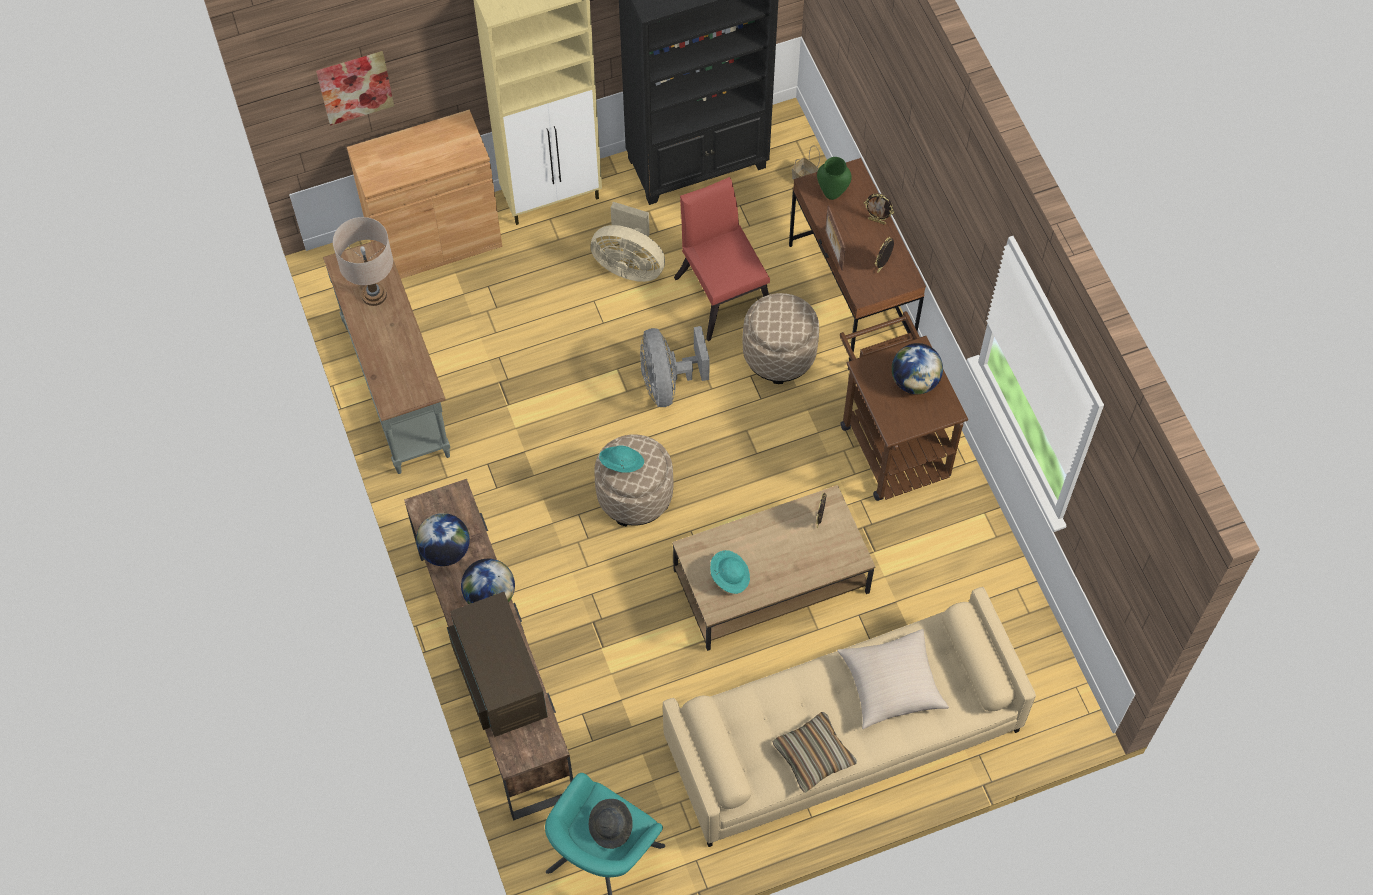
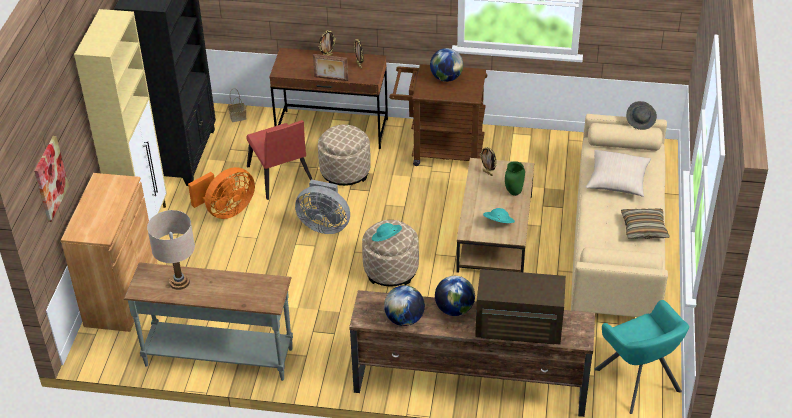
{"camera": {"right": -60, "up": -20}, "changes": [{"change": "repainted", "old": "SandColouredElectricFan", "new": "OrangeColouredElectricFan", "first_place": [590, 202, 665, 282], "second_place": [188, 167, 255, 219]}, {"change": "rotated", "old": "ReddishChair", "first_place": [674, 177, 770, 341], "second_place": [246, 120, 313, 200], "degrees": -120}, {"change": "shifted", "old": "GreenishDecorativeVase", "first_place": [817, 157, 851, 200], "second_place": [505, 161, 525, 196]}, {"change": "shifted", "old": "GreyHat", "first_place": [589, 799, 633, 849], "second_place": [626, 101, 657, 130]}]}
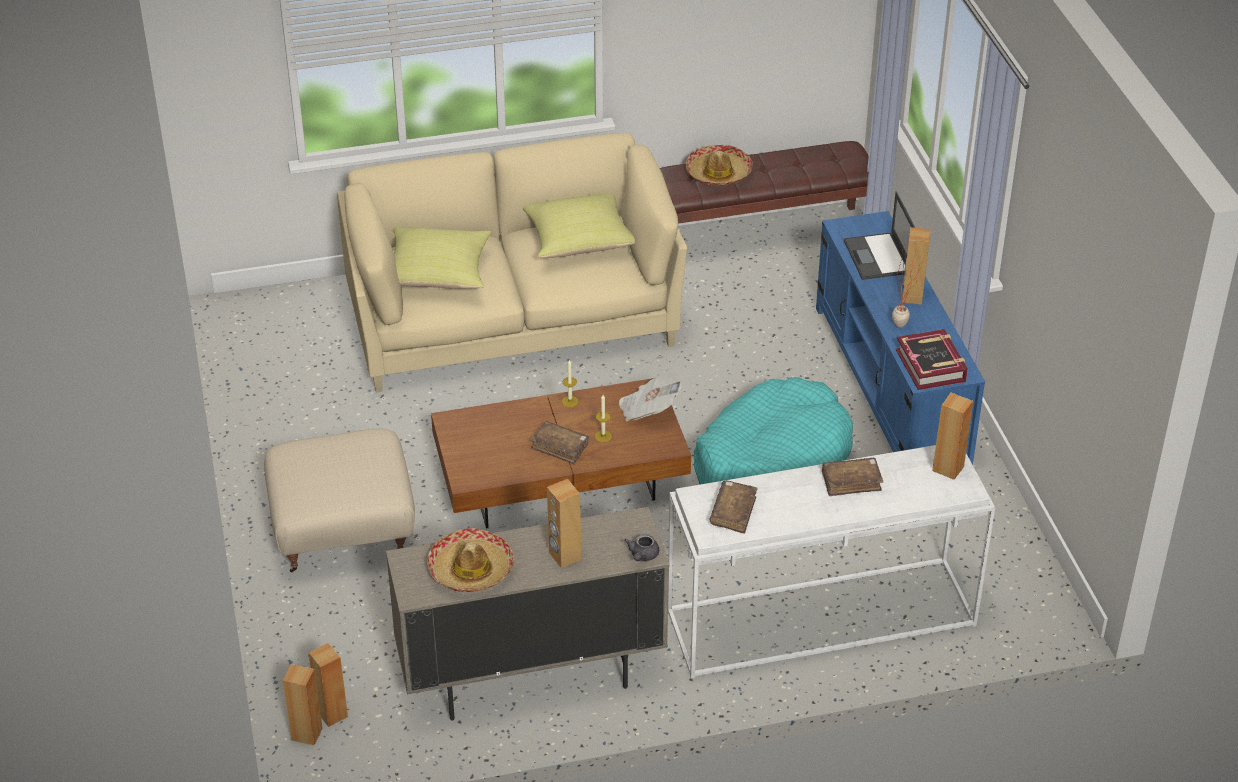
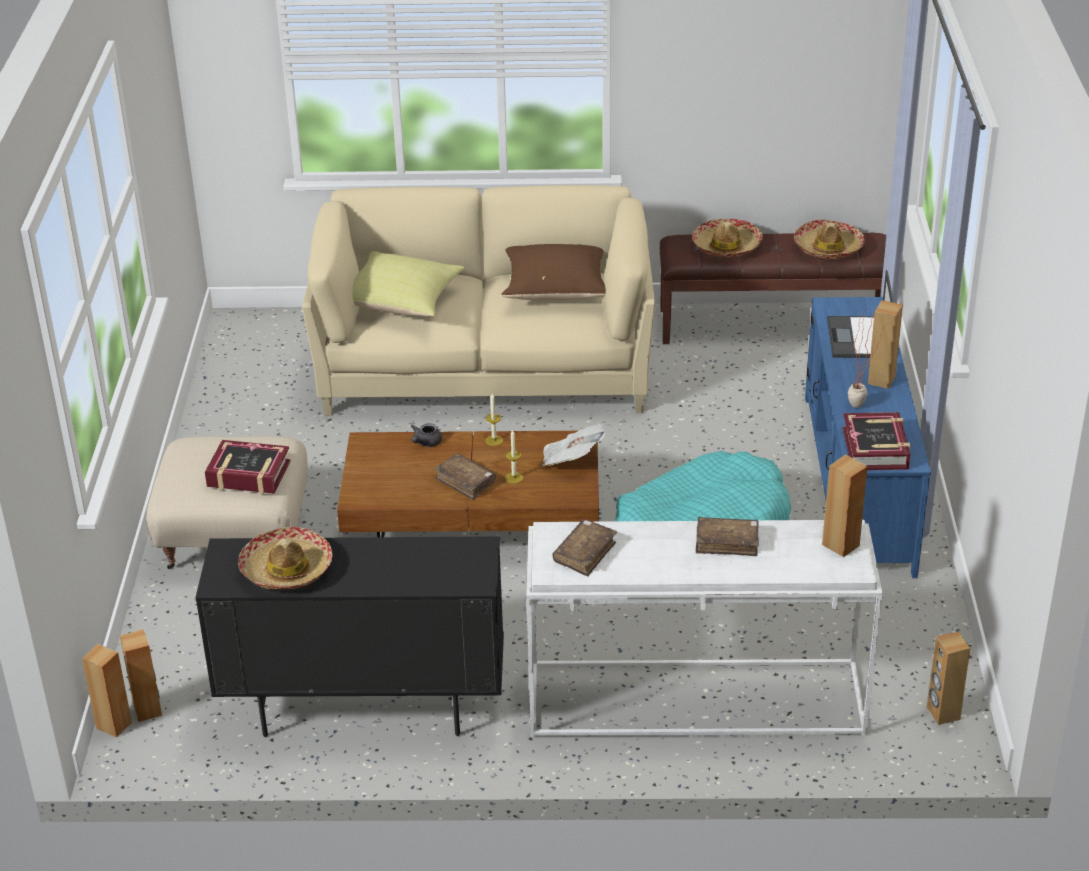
{"camera": {"right": 15, "up": -5}, "changes": [{"change": "repainted", "old": "SandColouredStorageCabinet", "new": "BlackishStorageCabinet", "first_place": [386, 507, 670, 720], "second_place": [195, 536, 504, 737]}, {"change": "new", "new": "Book", "second_place": [205, 440, 290, 494]}, {"change": "shifted", "old": "GreyPotForTea", "first_place": [624, 534, 659, 561], "second_place": [411, 423, 442, 447]}, {"change": "repainted", "old": "YellowColouredPillow", "new": "BrownColouredPillow", "first_place": [523, 194, 635, 258], "second_place": [501, 244, 606, 300]}, {"change": "new", "new": "Hat", "second_place": [794, 220, 865, 259]}, {"change": "shifted", "old": "BrownColouredLoudspeaker", "first_place": [547, 479, 582, 568], "second_place": [927, 632, 970, 725]}]}
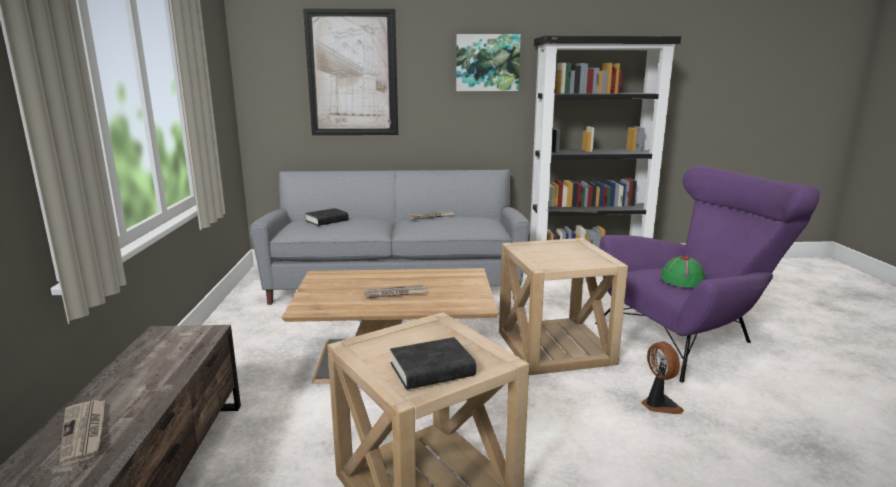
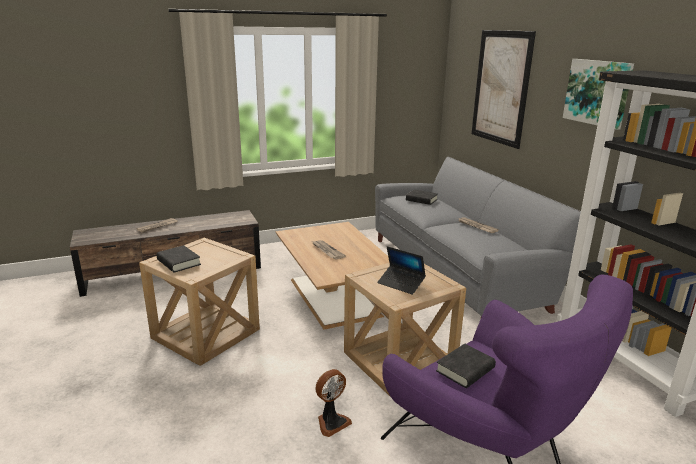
{"camera": {"right": 70, "up": 5}, "changes": [{"change": "new", "new": "PortableComputer", "second_place": [377, 246, 426, 295]}, {"change": "swapped", "old": "GreenishHat", "new": "BlackishBook", "first_place": [661, 256, 705, 288], "second_place": [436, 343, 496, 388]}]}
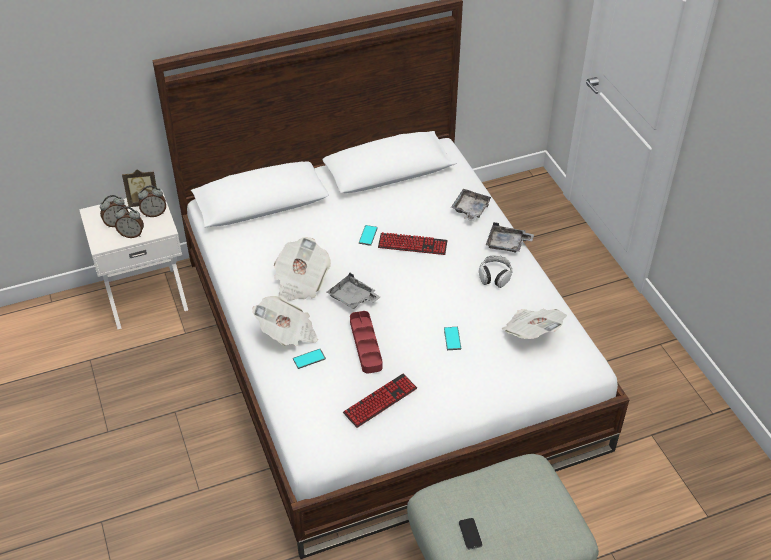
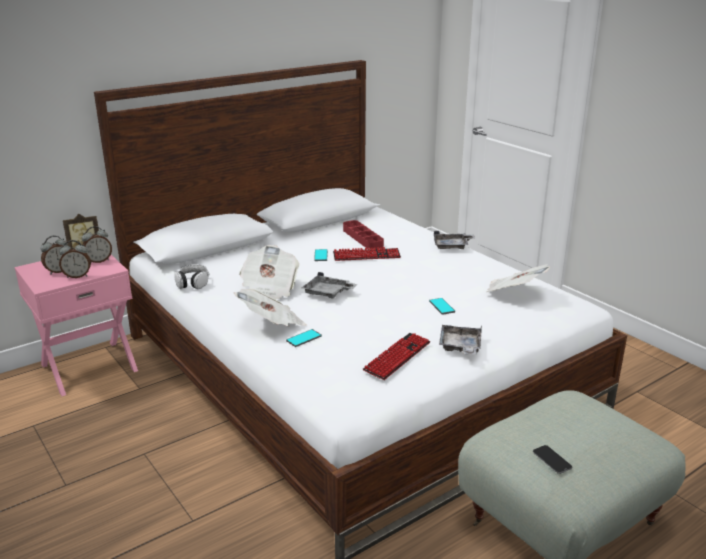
{"camera": {"right": -15, "up": -20}, "changes": [{"change": "repainted", "old": "WhiteBedsideTable", "new": "PinkishBedsideTable", "first_place": [79, 191, 188, 329], "second_place": [14, 255, 138, 396]}, {"change": "shifted", "old": "Headset", "first_place": [479, 255, 512, 288], "second_place": [174, 264, 209, 289]}, {"change": "shifted", "old": "ReddishTray", "first_place": [350, 311, 382, 373], "second_place": [343, 220, 384, 249]}, {"change": "shifted", "old": "GreyTray", "first_place": [451, 189, 491, 221], "second_place": [439, 325, 482, 355]}]}
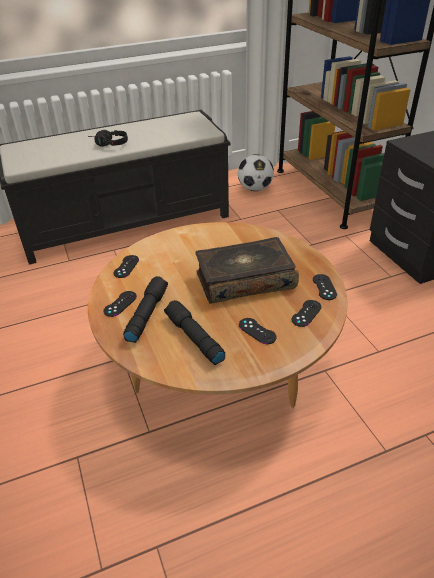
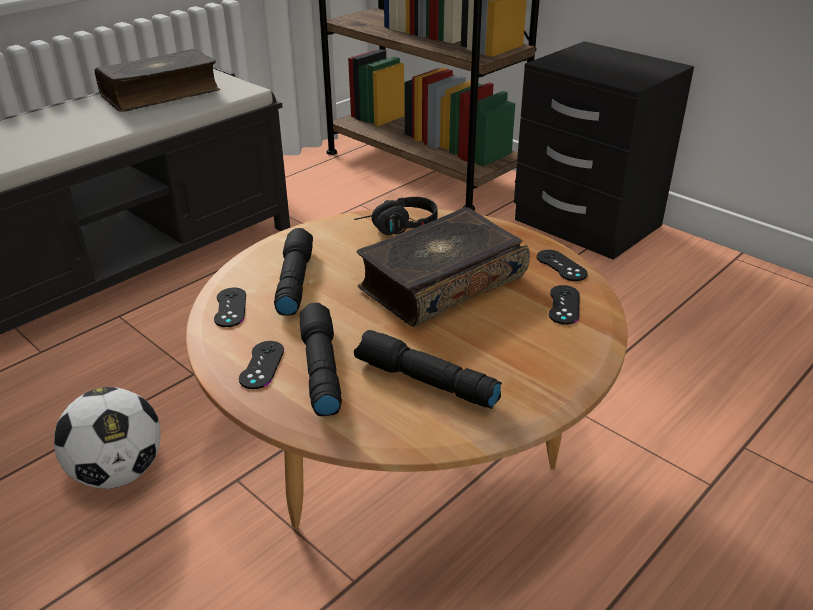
{"camera": {"right": -25, "up": -5}, "changes": [{"change": "shifted", "old": "FootballBall", "first_place": [238, 154, 274, 191], "second_place": [54, 387, 160, 489]}, {"change": "new", "new": "Book", "second_place": [95, 49, 220, 112]}, {"change": "new", "new": "BlackishFlashlight", "second_place": [274, 228, 313, 315]}, {"change": "shifted", "old": "BlackishHeadset", "first_place": [88, 130, 128, 147], "second_place": [354, 197, 438, 235]}, {"change": "gone", "old": "BlackishJoypad", "first_place": [239, 318, 277, 344]}]}
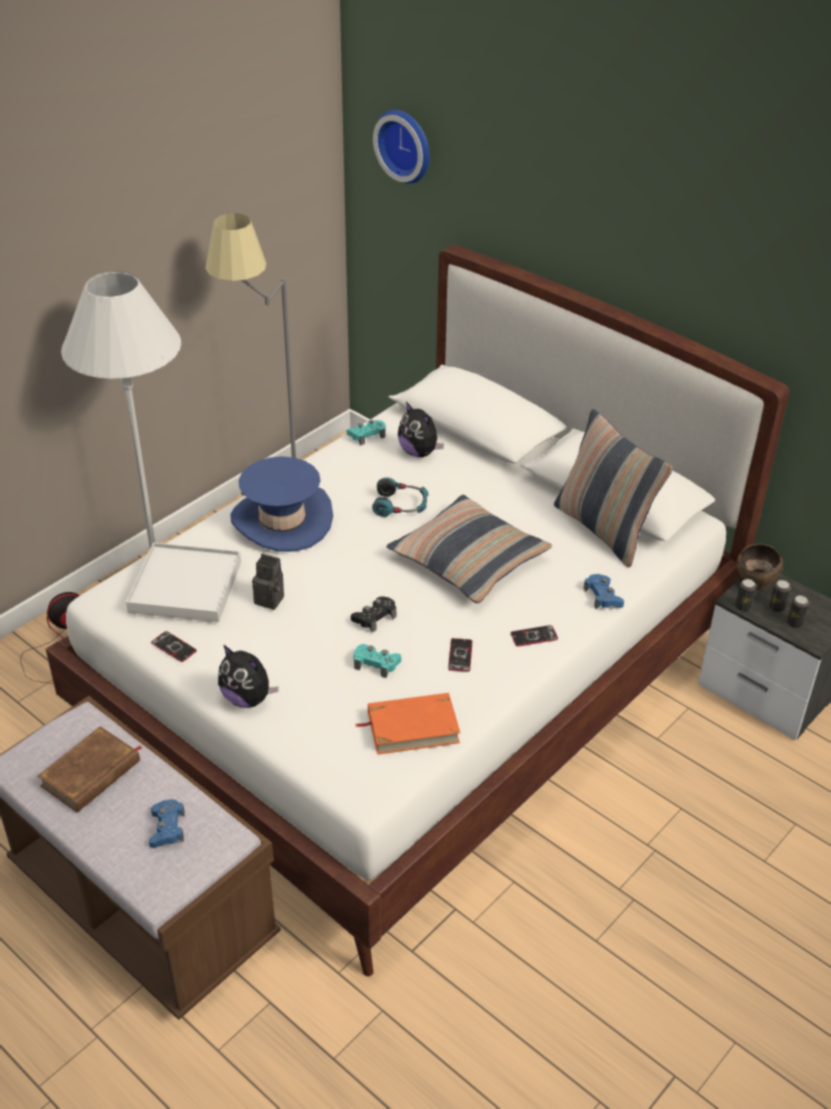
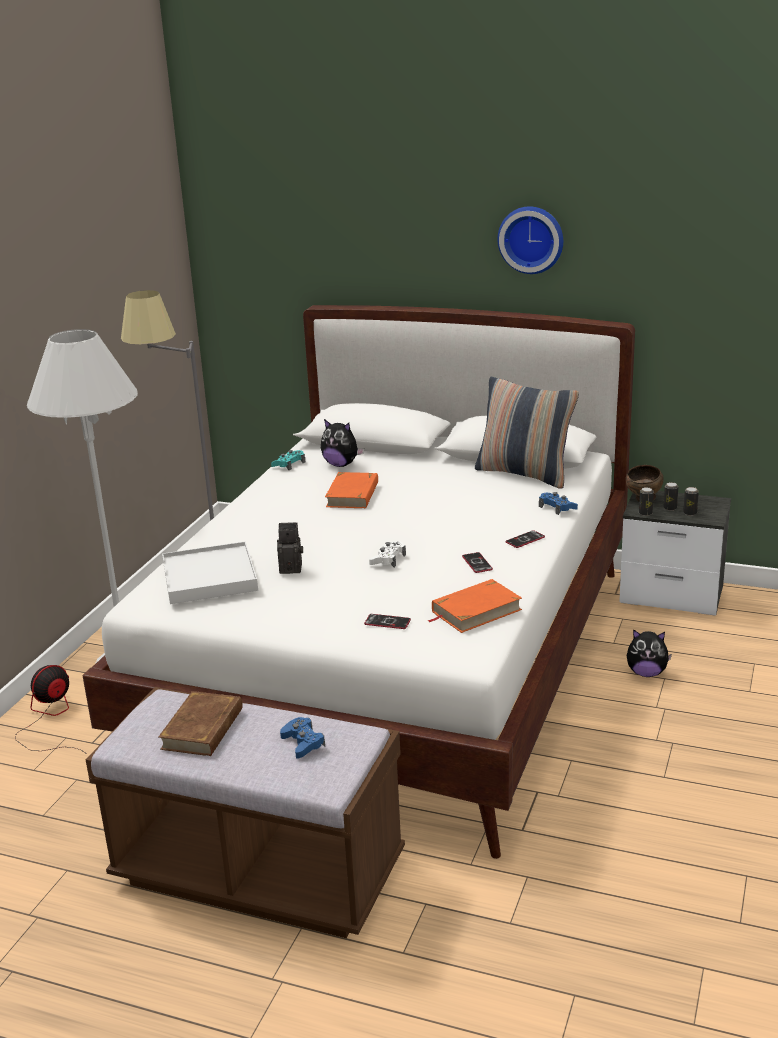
{"camera": {"right": -20, "up": -15}, "changes": [{"change": "swapped", "old": "Headset", "new": "OrangeColouredBook", "first_place": [372, 477, 428, 517], "second_place": [325, 472, 378, 509]}, {"change": "shifted", "old": "Handset", "first_place": [151, 631, 197, 662], "second_place": [364, 614, 411, 629]}, {"change": "repainted", "old": "BlackishJoypad", "new": "WhiteJoypad", "first_place": [351, 596, 397, 633], "second_place": [369, 541, 406, 567]}, {"change": "shifted", "old": "HangingClock", "first_place": [373, 110, 430, 184], "second_place": [498, 206, 563, 274]}, {"change": "shifted", "old": "PlushToy", "first_place": [218, 645, 279, 708], "second_place": [627, 629, 672, 677]}, {"change": "gone", "old": "BlueHat", "first_place": [230, 456, 333, 552]}, {"change": "gone", "old": "TurquoiseColouredJoypad", "first_place": [354, 644, 401, 678]}, {"change": "gone", "old": "Pillow", "first_place": [387, 495, 552, 603]}]}
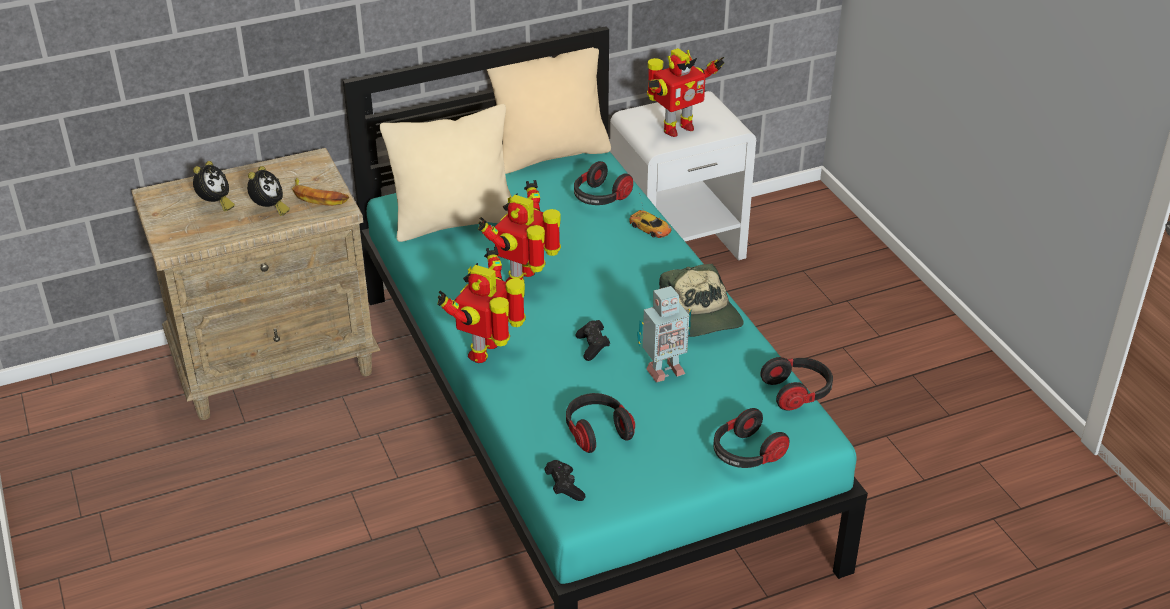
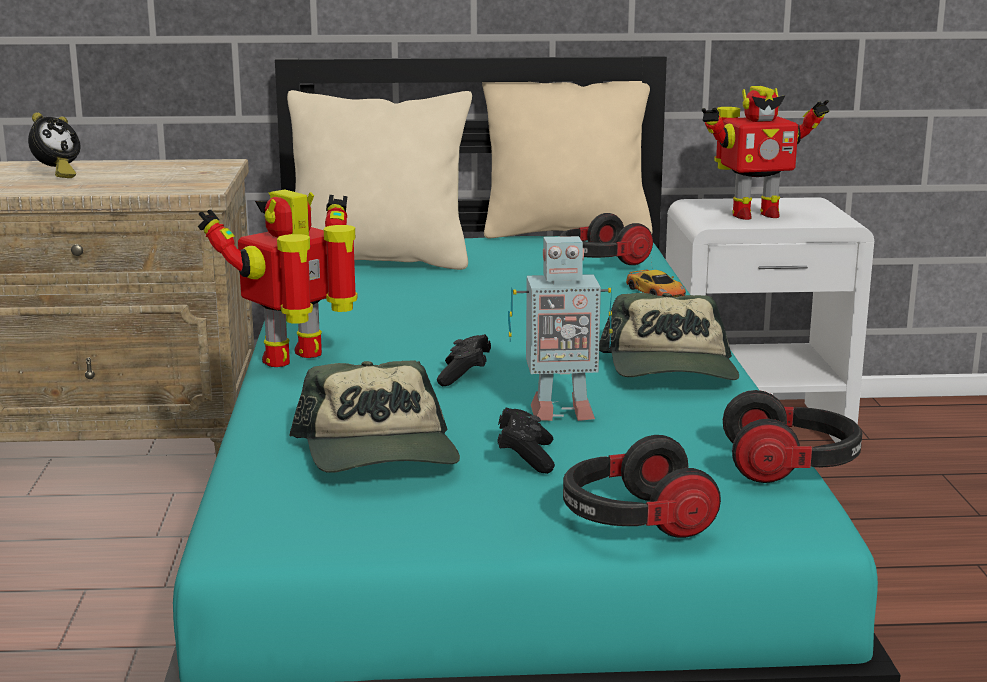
{"camera": {"right": 20, "up": -20}, "changes": [{"change": "swapped", "old": "Headset", "new": "PeakedCap", "first_place": [566, 393, 635, 453], "second_place": [289, 361, 460, 472]}, {"change": "shifted", "old": "BlackishJoypad", "first_place": [544, 460, 585, 501], "second_place": [498, 408, 555, 474]}, {"change": "gone", "old": "BedsideClock", "first_place": [247, 166, 290, 216]}, {"change": "gone", "old": "BananaFruit", "first_place": [292, 178, 349, 206]}, {"change": "gone", "old": "RobotFigure", "first_place": [478, 180, 561, 282]}]}
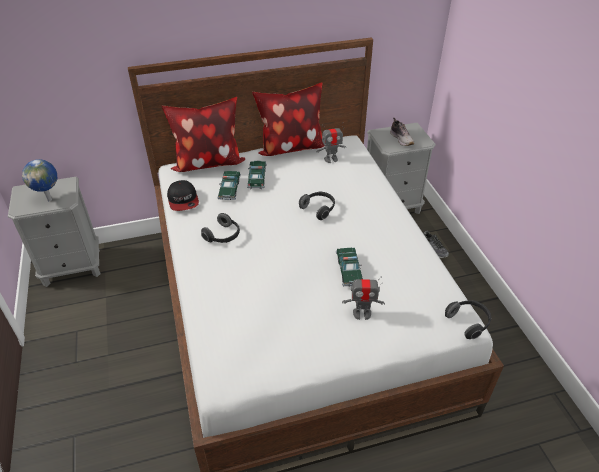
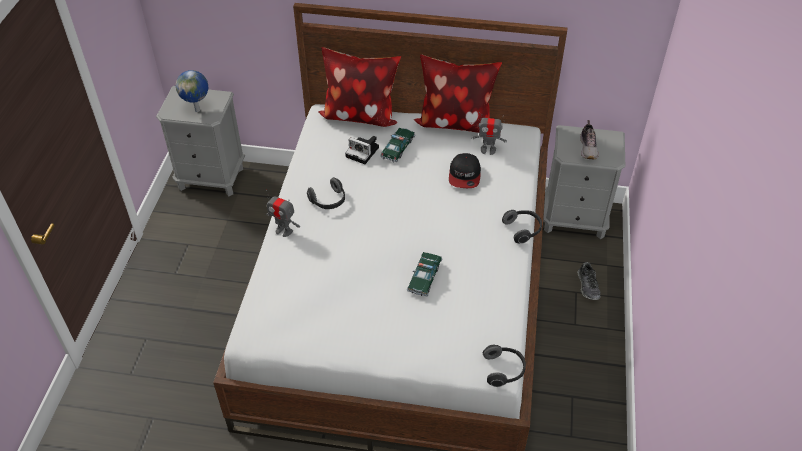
{"camera": {"right": 25, "up": 5}, "changes": [{"change": "shifted", "old": "RobotFigure", "first_place": [342, 275, 385, 320], "second_place": [266, 190, 300, 237]}, {"change": "swapped", "old": "ToyCar", "new": "StillCamera", "first_place": [217, 171, 241, 200], "second_place": [345, 136, 379, 164]}, {"change": "shifted", "old": "PeakedCap", "first_place": [167, 180, 199, 211], "second_place": [449, 153, 481, 188]}, {"change": "shifted", "old": "Headset", "first_place": [299, 191, 335, 220], "second_place": [502, 210, 542, 244]}]}
